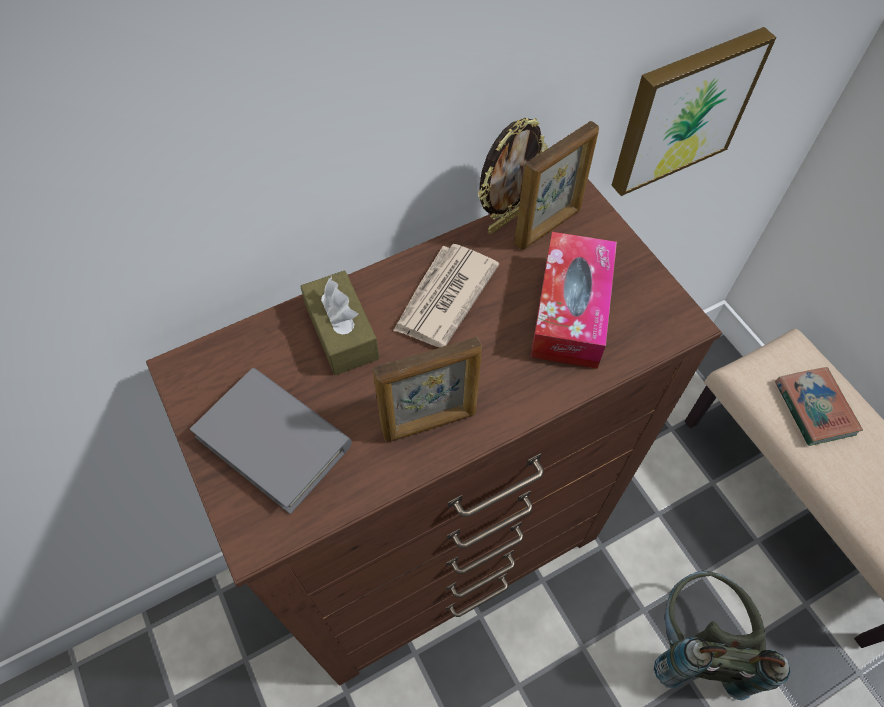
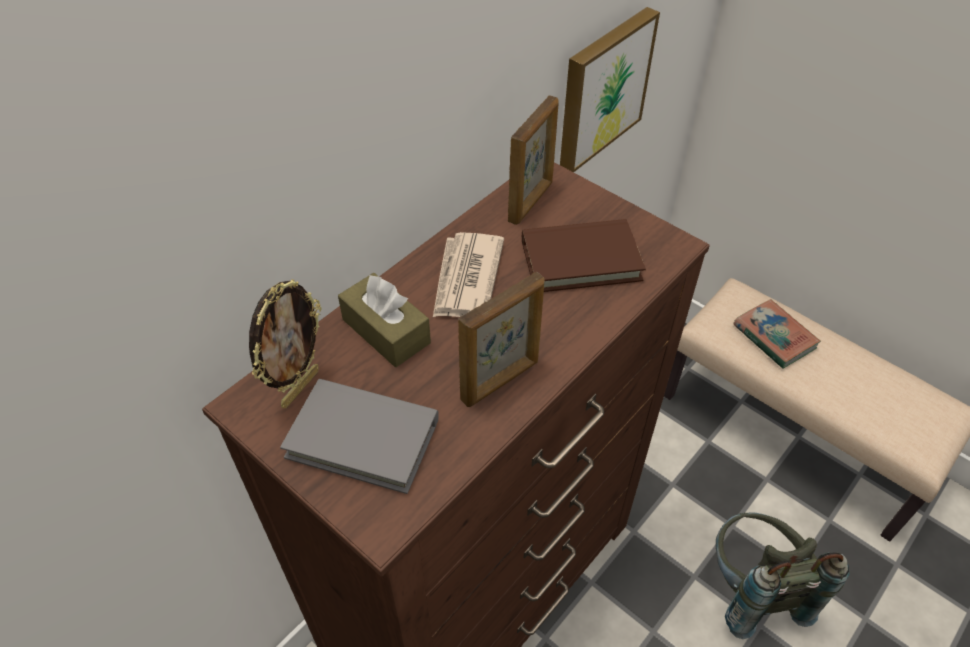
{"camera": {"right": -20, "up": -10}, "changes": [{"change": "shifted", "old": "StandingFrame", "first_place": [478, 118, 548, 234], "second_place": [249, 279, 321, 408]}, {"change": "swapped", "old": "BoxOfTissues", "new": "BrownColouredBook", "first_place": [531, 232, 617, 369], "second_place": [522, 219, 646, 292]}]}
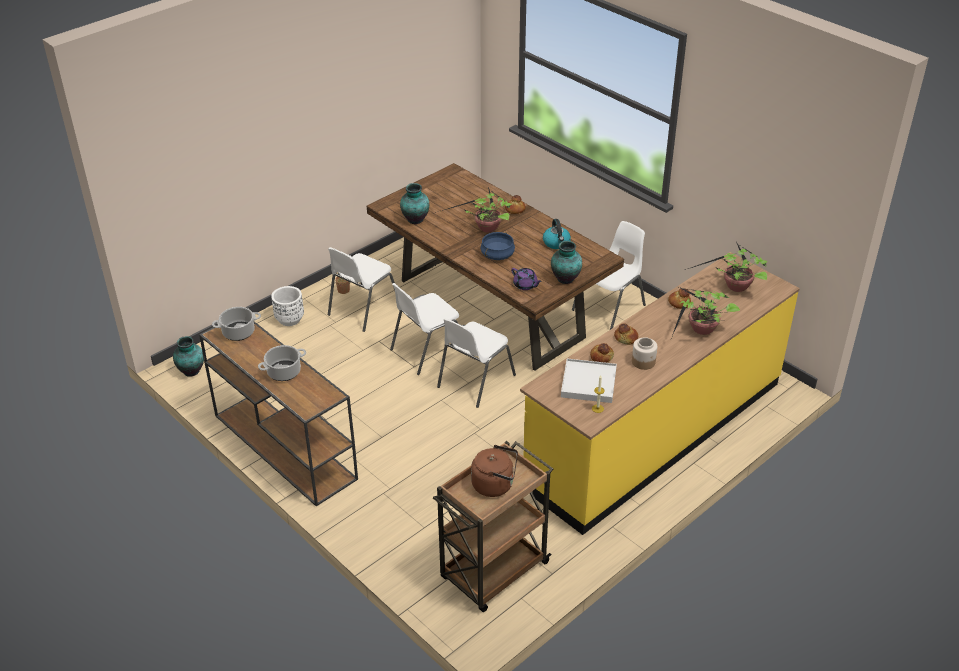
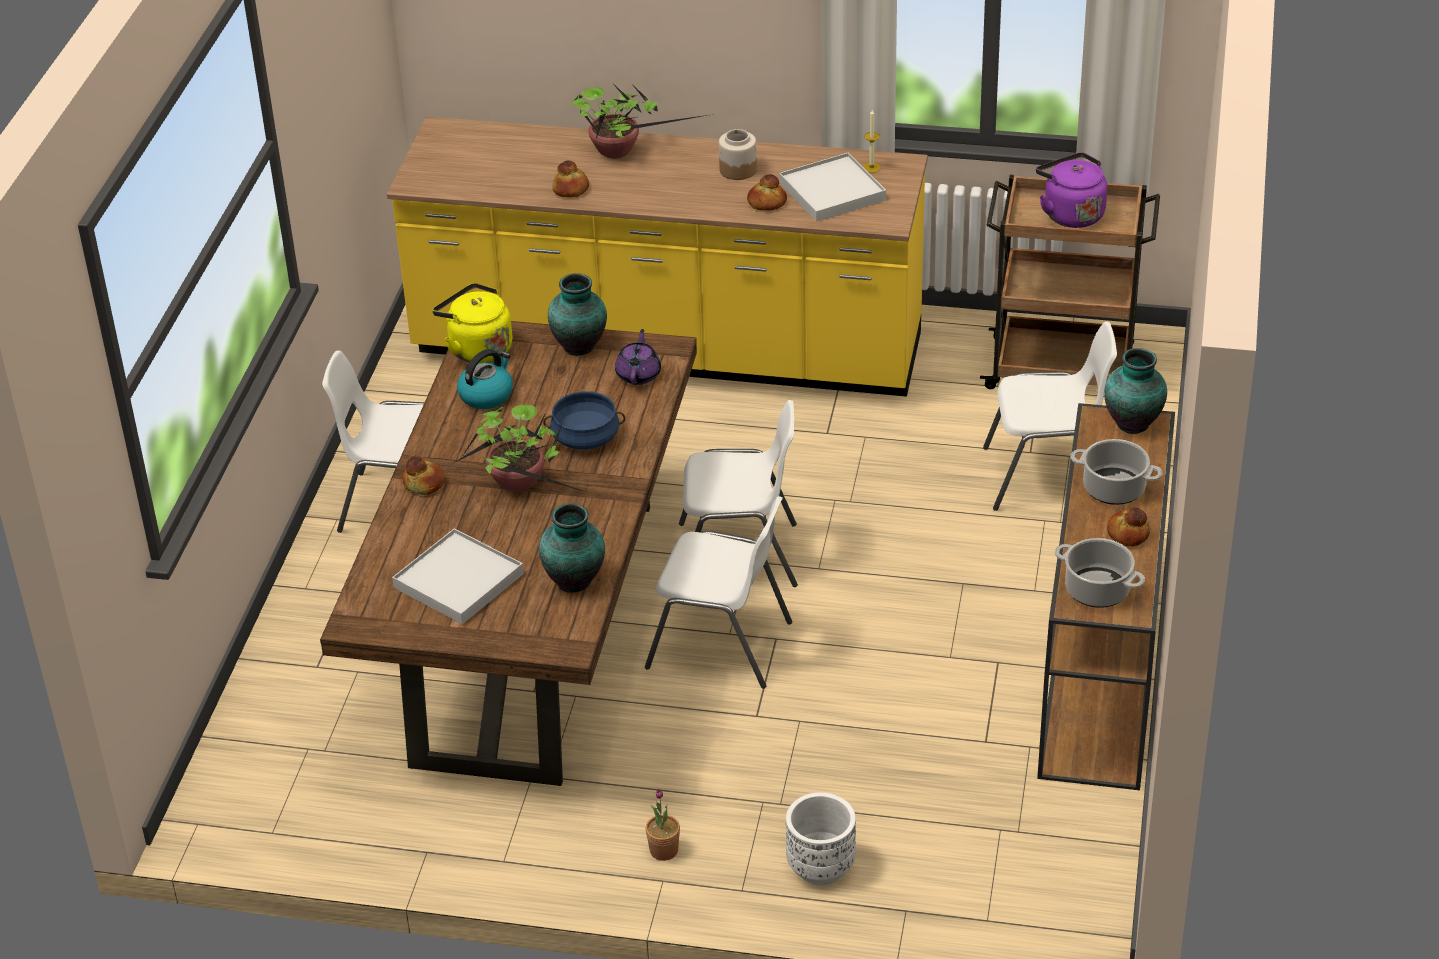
{"camera": {"right": -125, "up": 0}, "changes": [{"change": "new", "new": "WhiteTray", "second_place": [392, 528, 524, 624]}, {"change": "new", "new": "YellowColouredWaterKettle", "second_place": [433, 283, 513, 363]}, {"change": "shifted", "old": "WhiteChair", "first_place": [328, 247, 395, 332], "second_place": [983, 321, 1117, 511]}, {"change": "repainted", "old": "BrownColouredWaterKettle", "new": "PurpleWaterKettle", "first_place": [471, 445, 518, 497], "second_place": [1036, 152, 1107, 228]}, {"change": "shifted", "old": "DecorativeVase", "first_place": [173, 336, 204, 377], "second_place": [1104, 348, 1167, 434]}, {"change": "shifted", "old": "BakedBread", "first_place": [614, 323, 638, 345], "second_place": [1107, 507, 1150, 546]}, {"change": "gone", "old": "Houseplant", "first_place": [685, 243, 768, 292]}]}
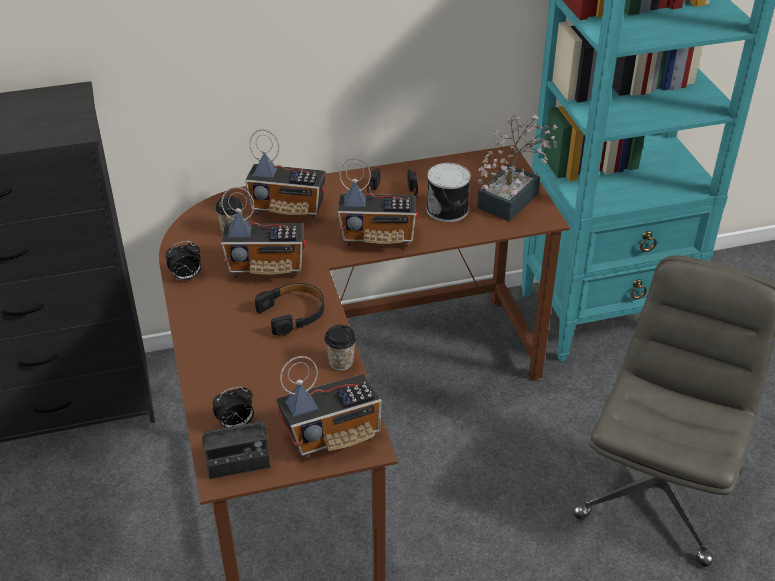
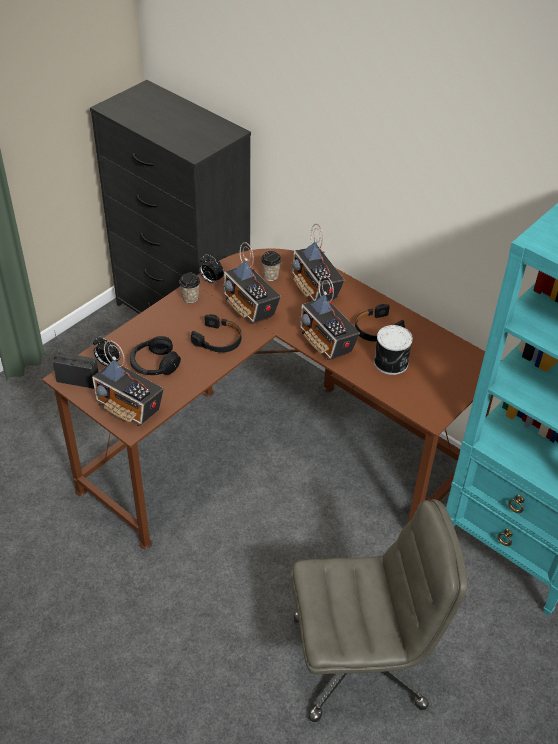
{"camera": {"right": 55, "up": 5}, "changes": [{"change": "rotated", "old": "Radio", "first_place": [202, 402, 270, 479], "second_place": [52, 330, 98, 389], "degrees": 150}, {"change": "new", "new": "BlackishHeadset", "second_place": [130, 336, 181, 375]}, {"change": "shifted", "old": "SmallCup", "first_place": [324, 325, 356, 371], "second_place": [179, 273, 200, 303]}, {"change": "gone", "old": "Houseplant", "first_place": [477, 114, 558, 221]}]}
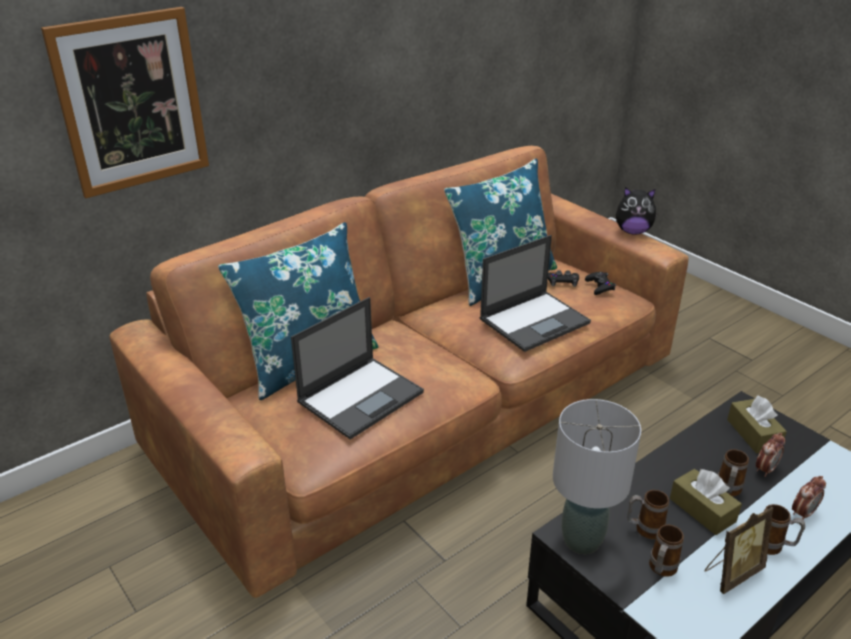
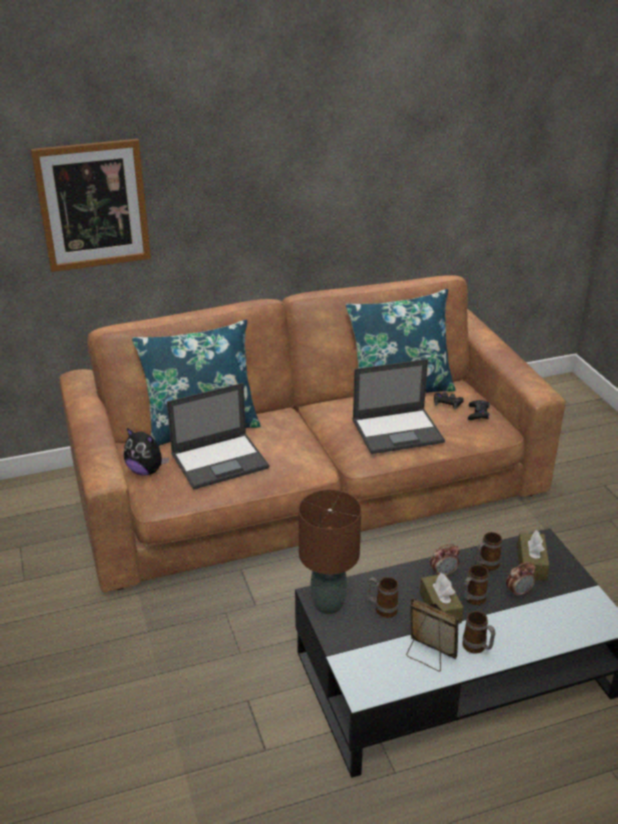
{"camera": {"right": 20, "up": 0}, "changes": [{"change": "shifted", "old": "PlushToy", "first_place": [616, 187, 658, 235], "second_place": [124, 428, 169, 475]}, {"change": "repainted", "old": "GreyLampForATable", "new": "BrownColouredLampForATable", "first_place": [553, 399, 641, 554], "second_place": [299, 489, 361, 614]}, {"change": "rotated", "old": "StandingFrame", "first_place": [705, 506, 773, 594], "second_place": [406, 598, 459, 672], "degrees": -135}, {"change": "shifted", "old": "BedsideClock", "first_place": [792, 476, 826, 519], "second_place": [430, 544, 460, 575]}, {"change": "shifted", "old": "TeaMug", "first_place": [649, 524, 684, 577], "second_place": [476, 532, 502, 571]}]}
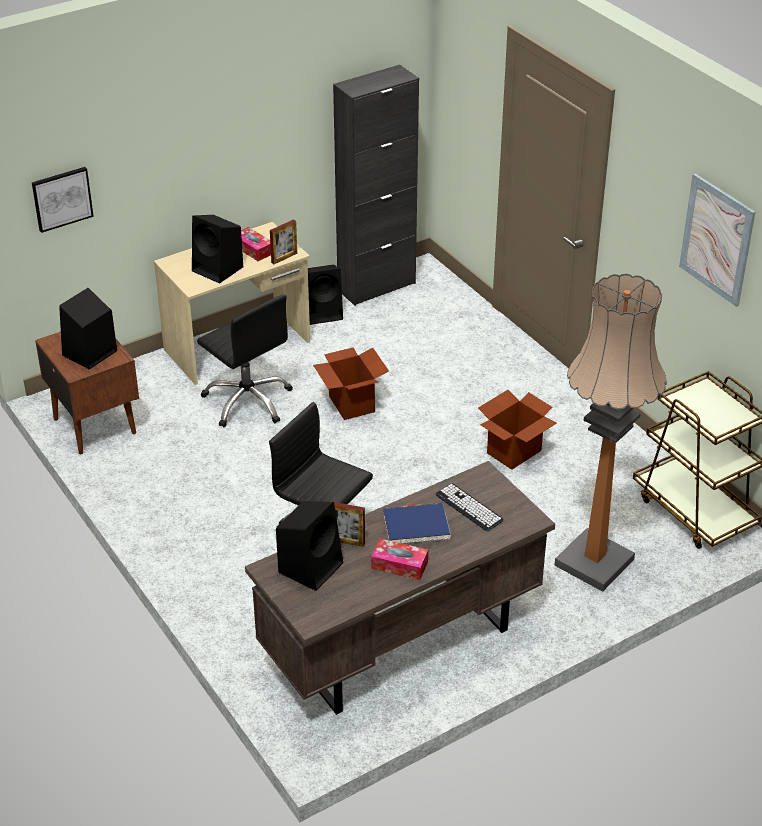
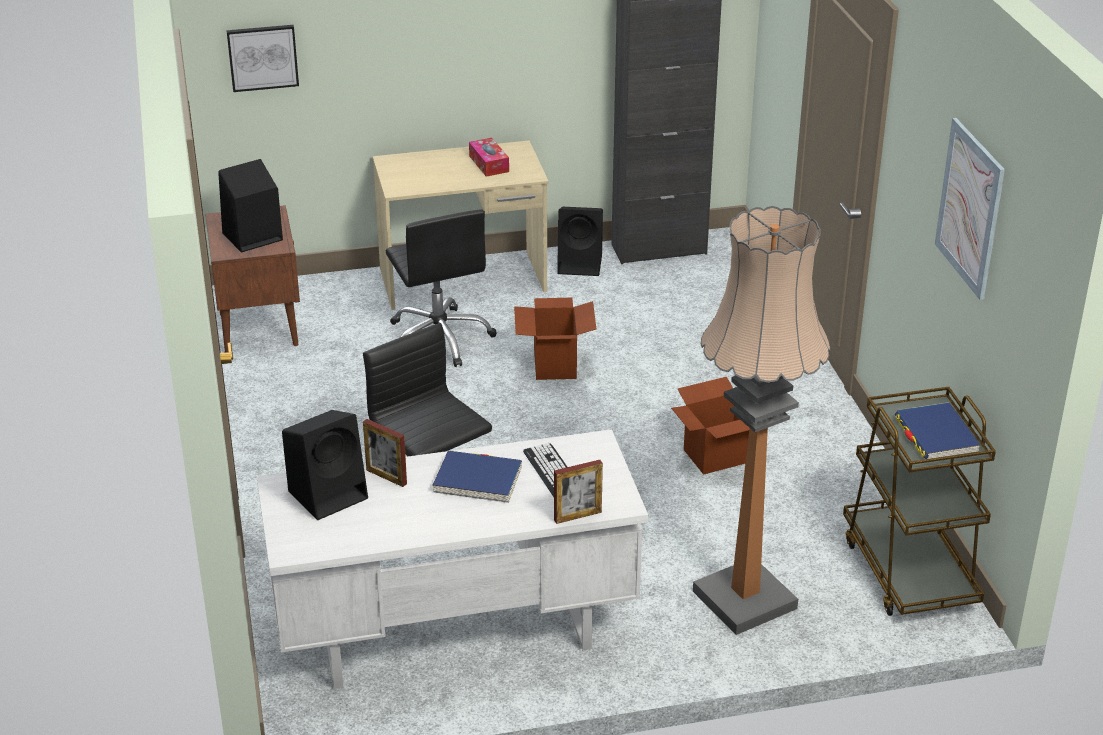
{"camera": {"right": 20, "up": -5}, "changes": [{"change": "repainted", "old": "BrownColouredDesk", "new": "WhiteDesk", "first_place": [245, 461, 555, 715], "second_place": [257, 429, 648, 689]}, {"change": "shifted", "old": "StandingFrame", "first_place": [270, 219, 297, 264], "second_place": [554, 460, 603, 524]}, {"change": "new", "new": "BlueBook", "second_place": [895, 402, 980, 459]}, {"change": "gone", "old": "BlackishLoudspeaker", "first_place": [192, 215, 243, 283]}, {"change": "gone", "old": "BoxOfTissues", "first_place": [371, 539, 428, 580]}]}
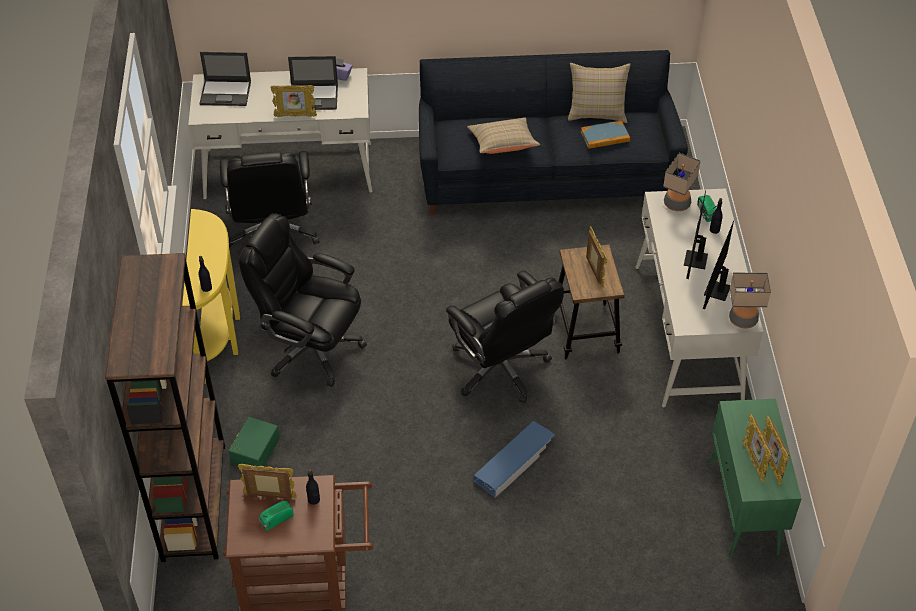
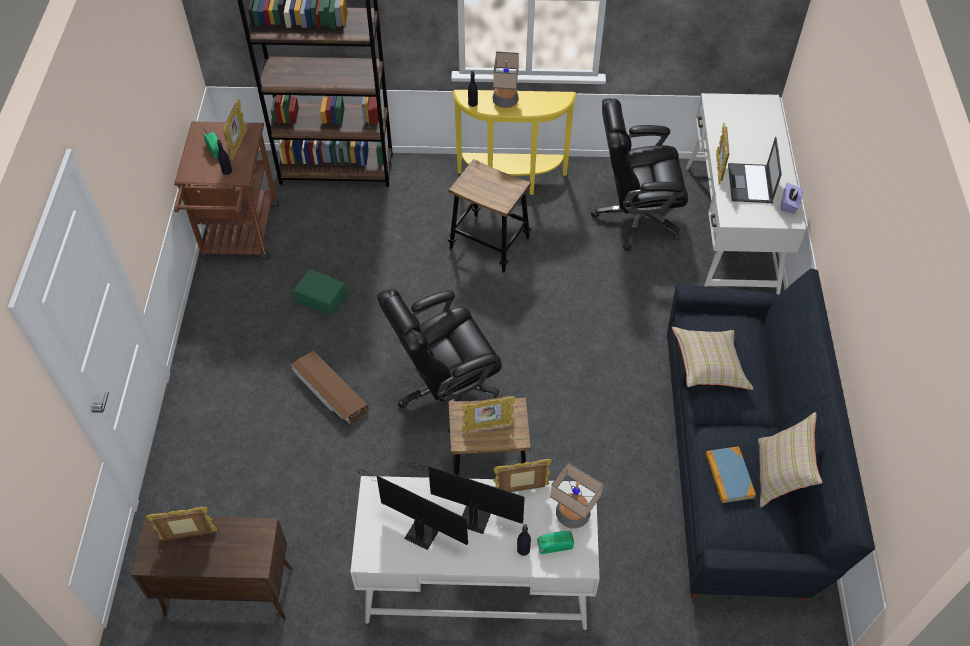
{"camera": {"right": 95, "up": 5}, "changes": [{"change": "repainted", "old": "GreenishStorageCabinet", "new": "BrownColouredStorageCabinet", "first_place": [709, 399, 802, 558], "second_place": [131, 515, 293, 619]}, {"change": "repainted", "old": "BlueStorageBin", "new": "BrownColouredStorageBin", "first_place": [474, 421, 555, 498], "second_place": [291, 351, 368, 424]}, {"change": "shifted", "old": "GreenishStorageBin", "first_place": [229, 417, 280, 466], "second_place": [294, 269, 347, 316]}, {"change": "swapped", "old": "BlackishOfficeChair", "new": "Stool", "first_place": [239, 213, 367, 387], "second_place": [448, 159, 531, 273]}, {"change": "shifted", "old": "LampForATable", "first_place": [729, 273, 771, 329], "second_place": [492, 51, 519, 108]}, {"change": "shifted", "old": "StandingFrame", "first_place": [763, 416, 790, 485], "second_place": [493, 459, 552, 492]}, {"change": "gone", "old": "PortableComputer", "first_place": [199, 52, 251, 106]}]}
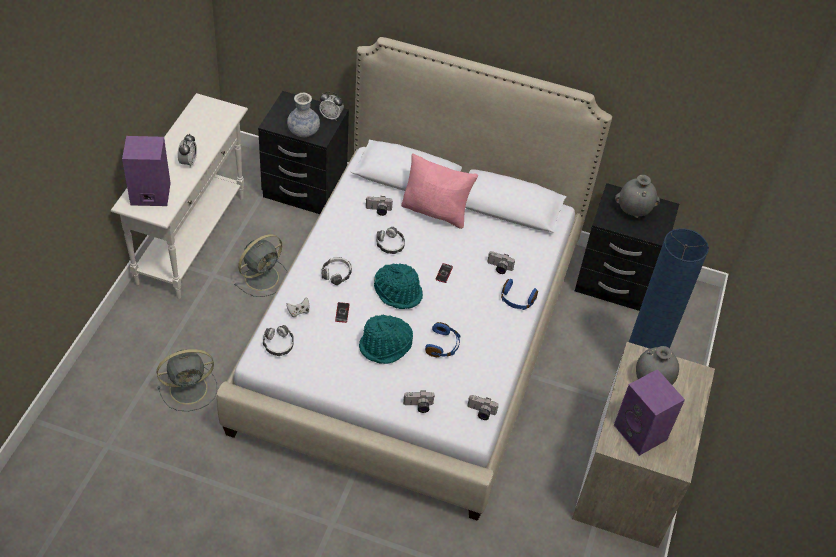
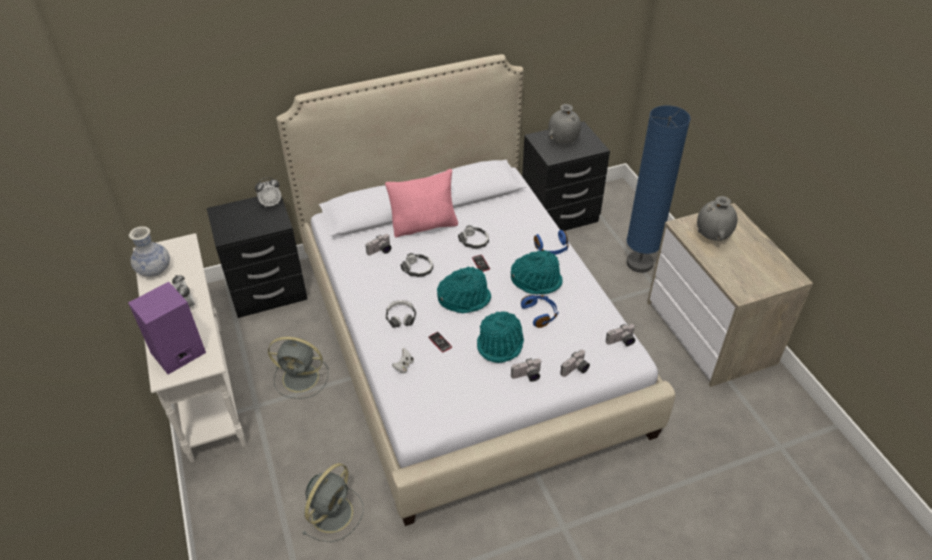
{"camera": {"right": -35, "up": -5}, "changes": [{"change": "shifted", "old": "DecorativeVase", "first_place": [287, 93, 320, 137], "second_place": [128, 226, 170, 277]}, {"change": "rotated", "old": "GreyElectricFan", "first_place": [234, 234, 287, 297], "second_place": [268, 337, 329, 399], "degrees": 90}, {"change": "shifted", "old": "Headset", "first_place": [263, 325, 294, 356], "second_place": [458, 225, 489, 249]}, {"change": "new", "new": "TurquoiseColouredHat", "second_place": [511, 250, 563, 294]}, {"change": "shifted", "old": "StillCamera", "first_place": [487, 251, 515, 274], "second_place": [511, 358, 542, 382]}, {"change": "gone", "old": "PurpleLoudspeaker", "first_place": [614, 369, 685, 456]}]}
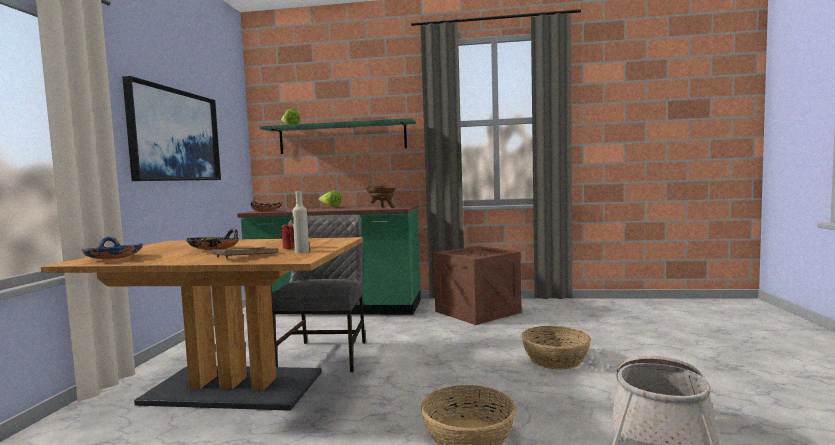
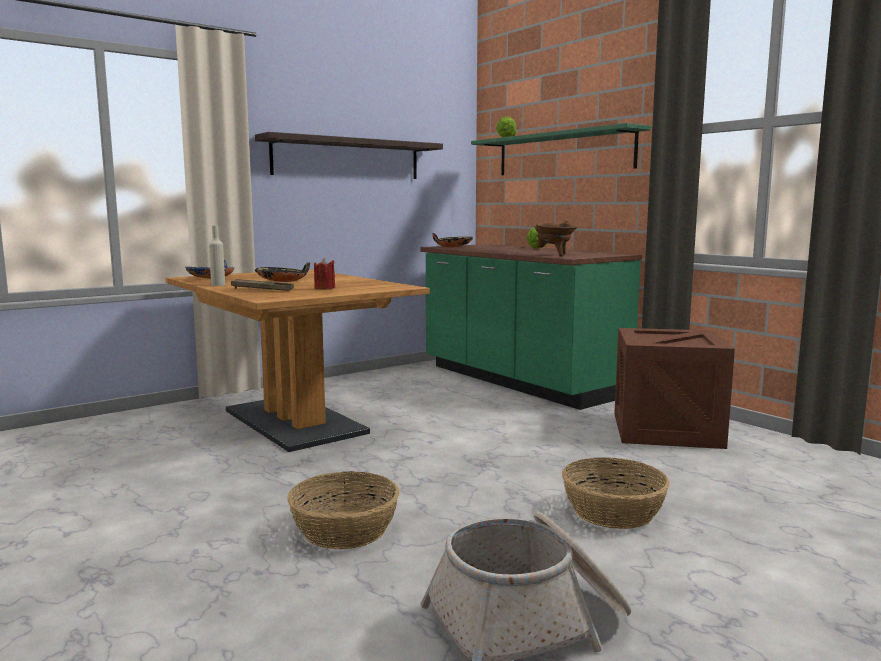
{"camera": {"right": 45, "up": 5}, "changes": [{"change": "shifted", "old": "SandColouredDrinkBottle", "first_place": [292, 191, 309, 253], "second_place": [209, 226, 225, 286]}, {"change": "swapped", "old": "Picture", "new": "BracketShelf", "first_place": [122, 76, 221, 181], "second_place": [255, 132, 443, 179]}, {"change": "gone", "old": "GreyChair", "first_place": [271, 215, 366, 372]}]}
